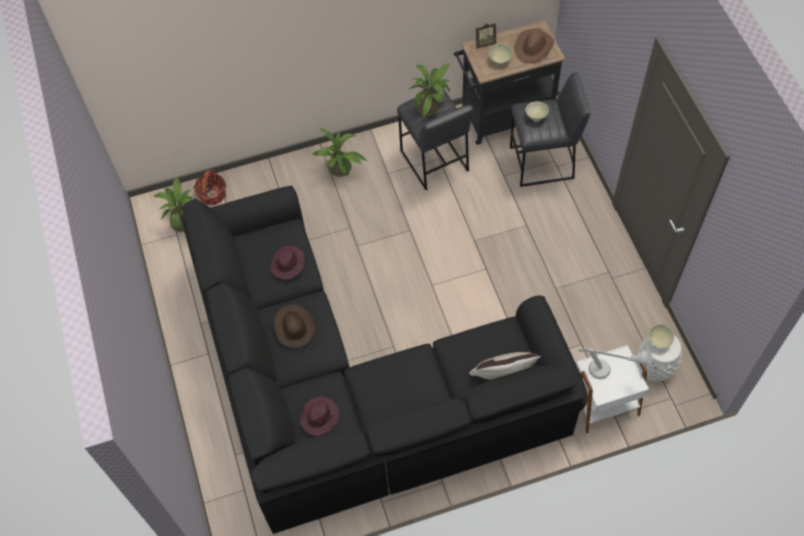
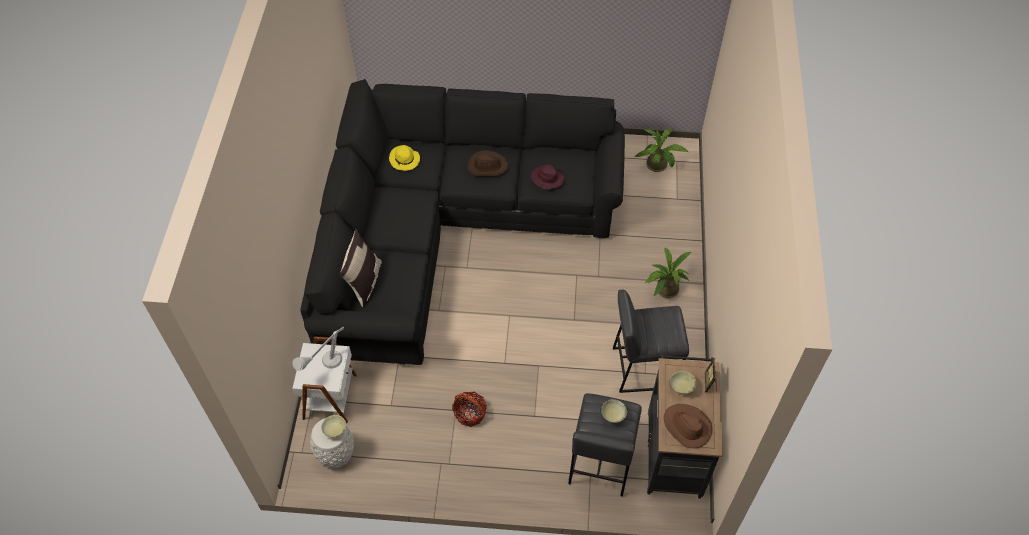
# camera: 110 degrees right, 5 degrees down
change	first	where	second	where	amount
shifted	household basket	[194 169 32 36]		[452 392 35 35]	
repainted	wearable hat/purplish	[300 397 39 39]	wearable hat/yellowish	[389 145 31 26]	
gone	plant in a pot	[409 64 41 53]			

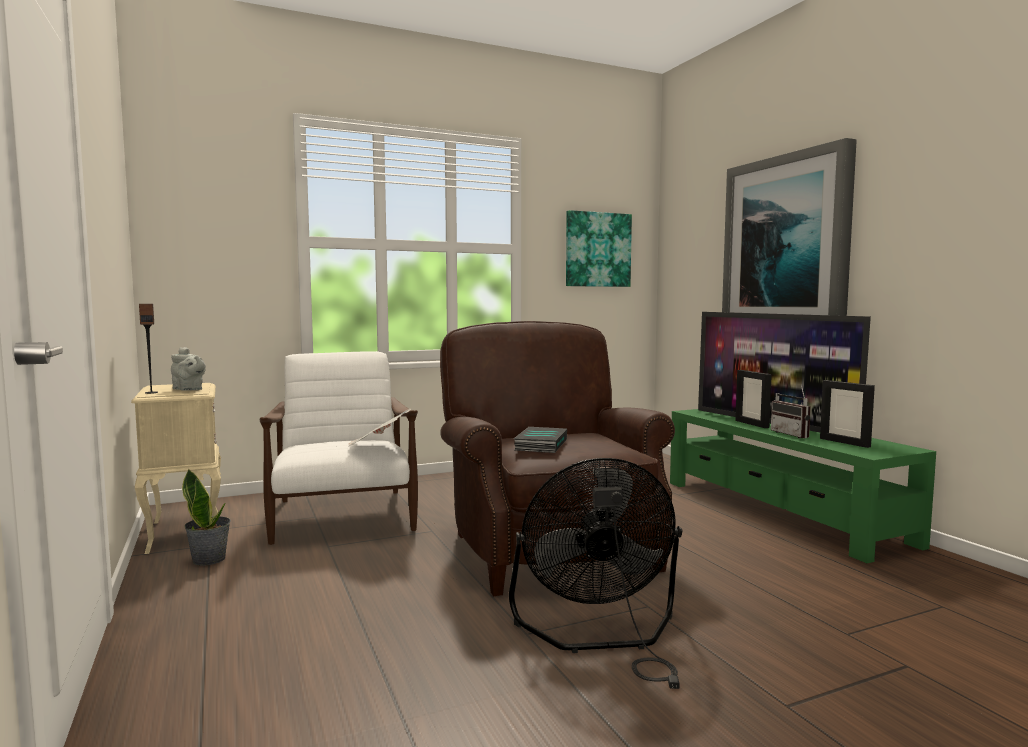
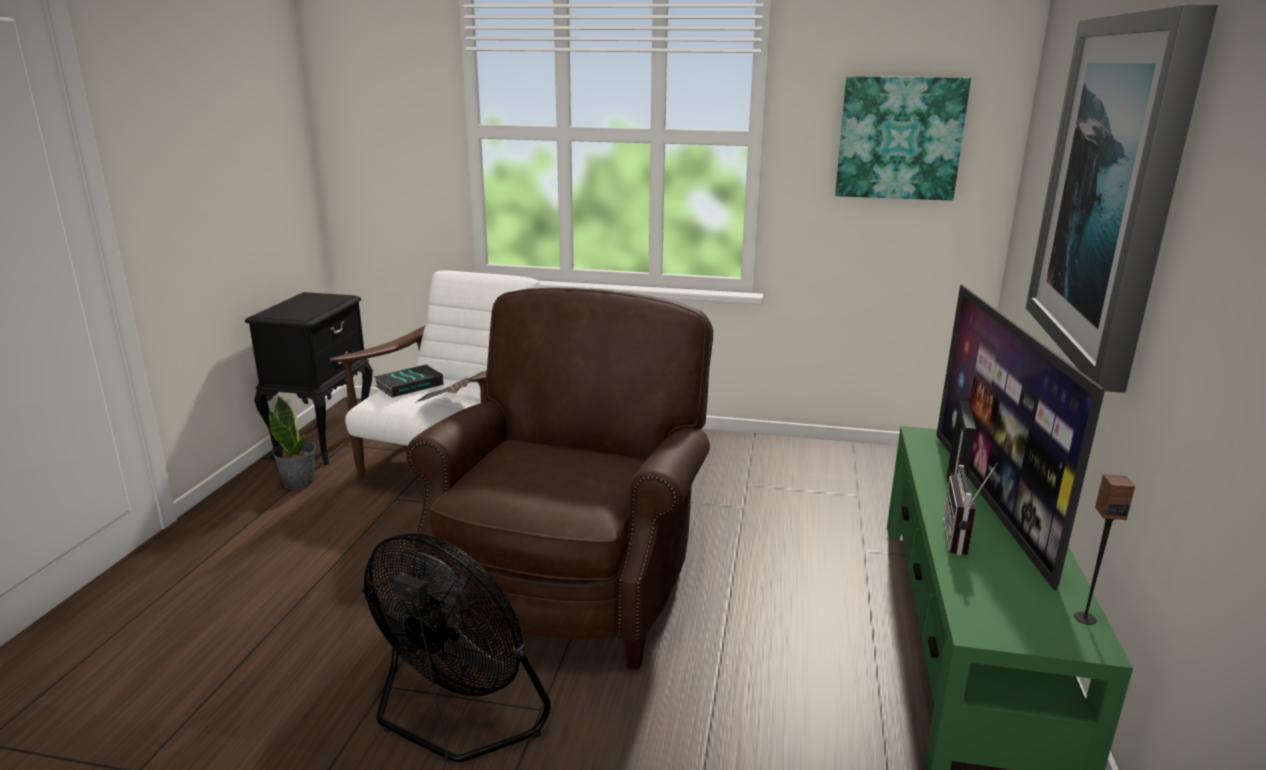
# camera: 35 degrees right, 15 degrees up
change	first	where	second	where	amount
repainted	bedside table/beige-coloured	[131 383 90 171]	bedside table/blackish	[245 292 128 173]	
shifted	loudspeaker	[139 304 19 90]		[1074 474 61 151]	
gone	teapot/grey	[171 347 35 44]			
shifted	volume	[514 427 53 26]		[374 364 69 33]	
gone	picture frame	[820 380 55 68]			

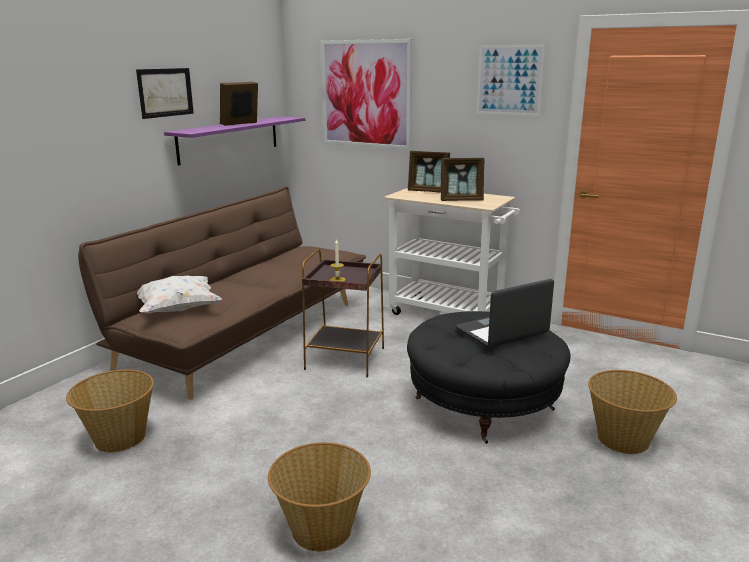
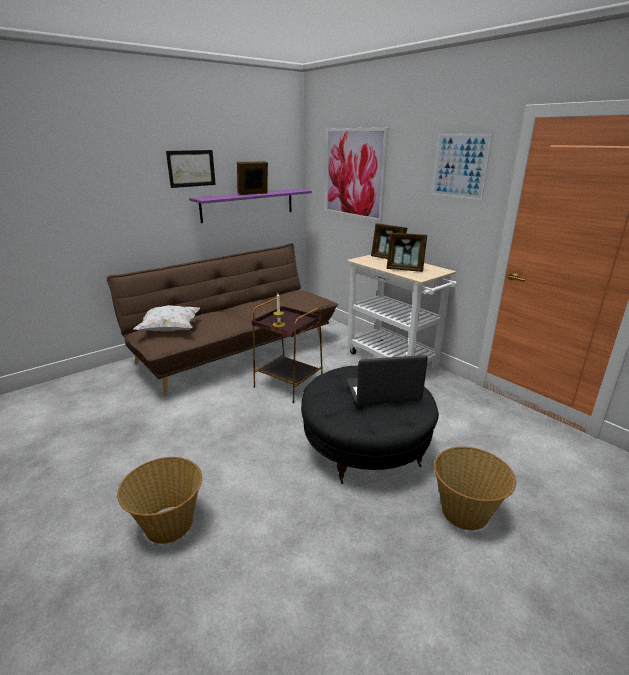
# camera: 20 degrees right, 5 degrees up
change	first	where	second	where	amount
gone	household basket	[66 370 88 82]			

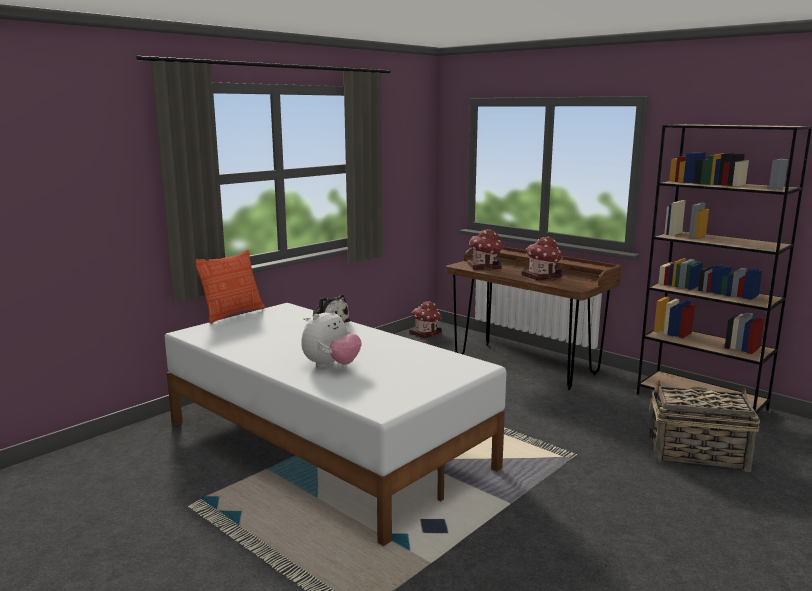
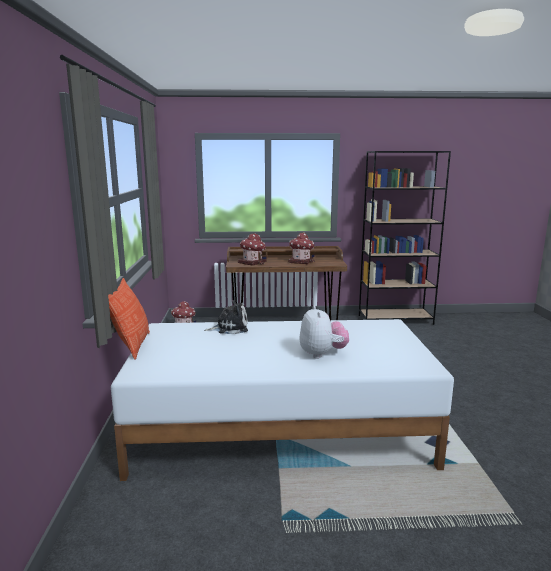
# camera: 45 degrees left, 0 degrees up
change	first	where	second	where	amount
gone	household basket	[649 380 111 92]			

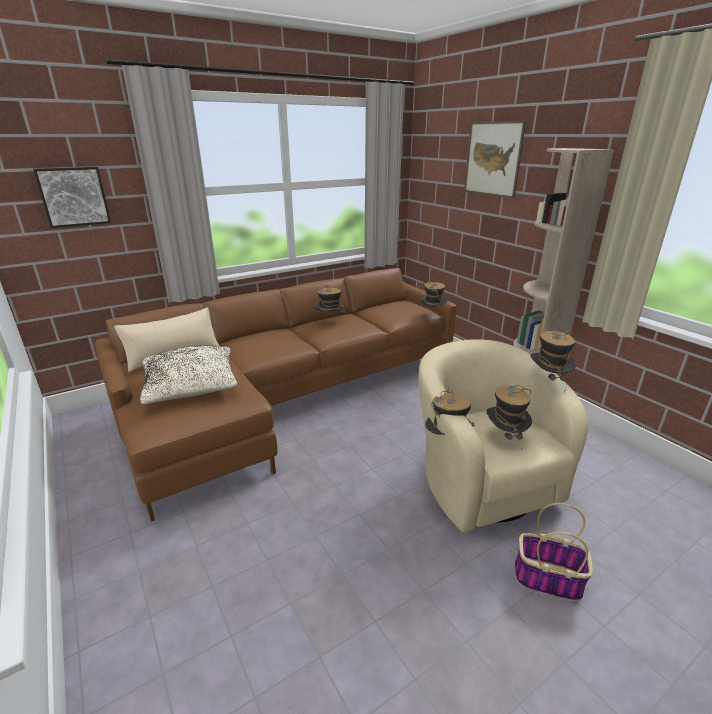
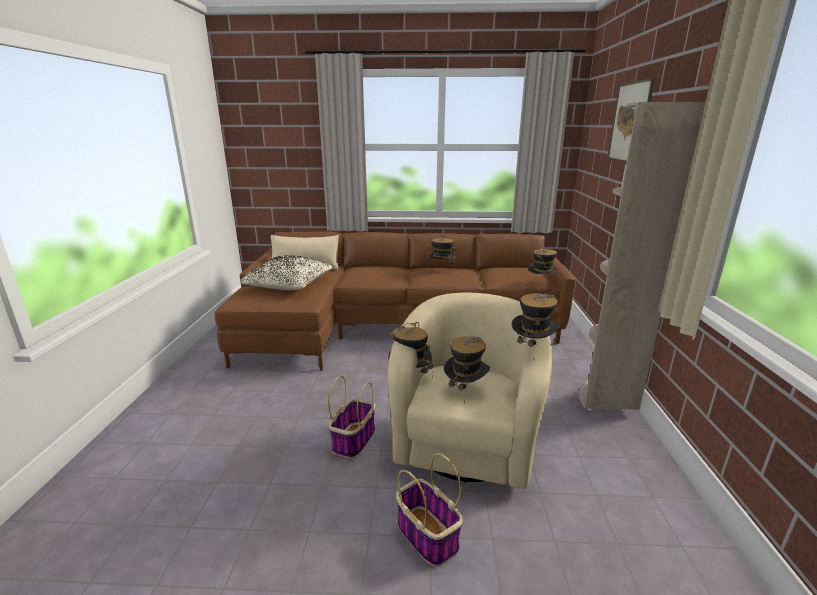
# camera: 35 degrees right, 5 degrees down
change	first	where	second	where	amount
gone	wall art	[34 167 77 61]			
new			household basket	[328 376 47 83]	

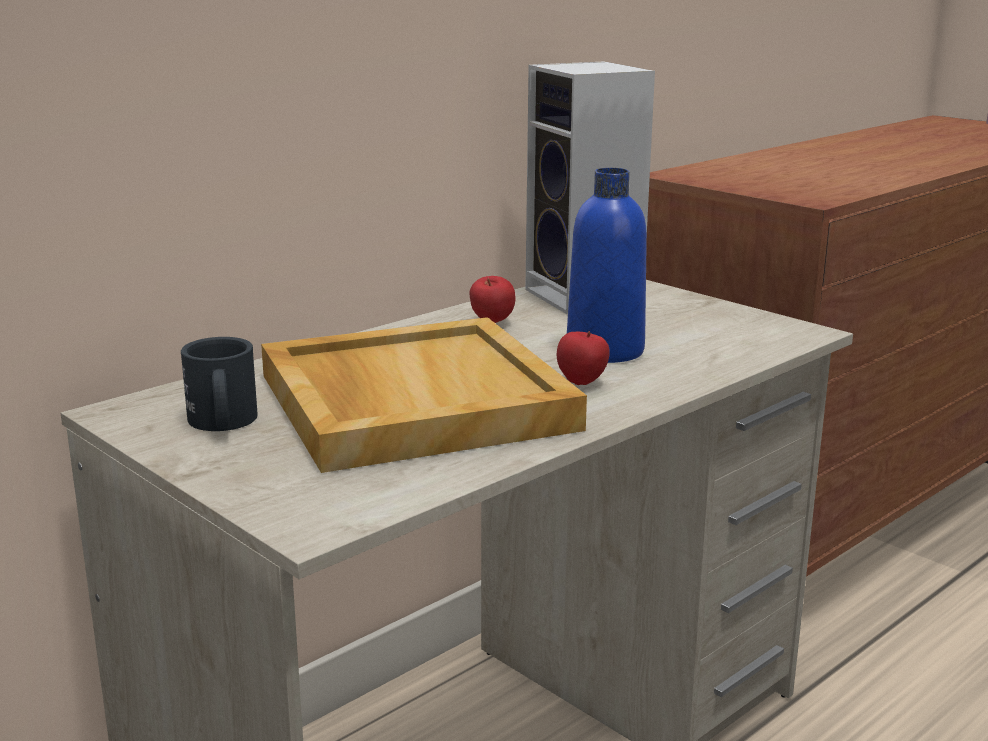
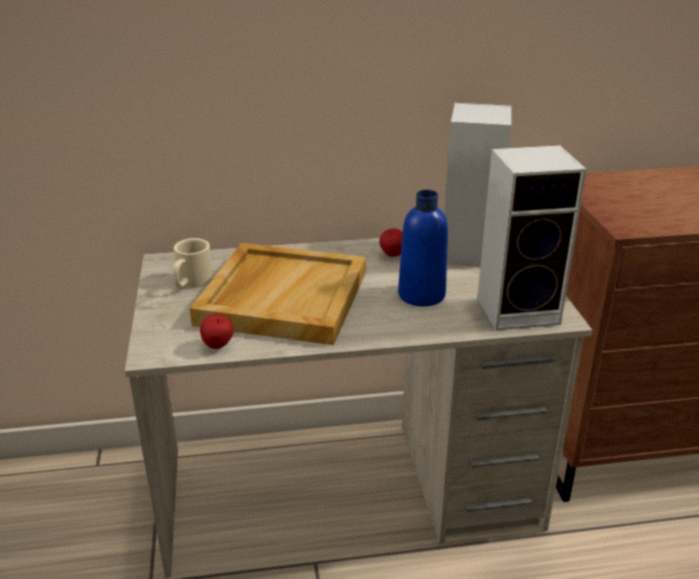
# camera: 35 degrees right, 10 degrees up
change	first	where	second	where	amount
repainted	mug/blackish	[181 337 77 94]	mug/beige-coloured	[173 238 40 50]	
shifted	apple	[557 331 53 54]		[200 315 34 34]	
new			loudspeaker	[477 145 110 186]	

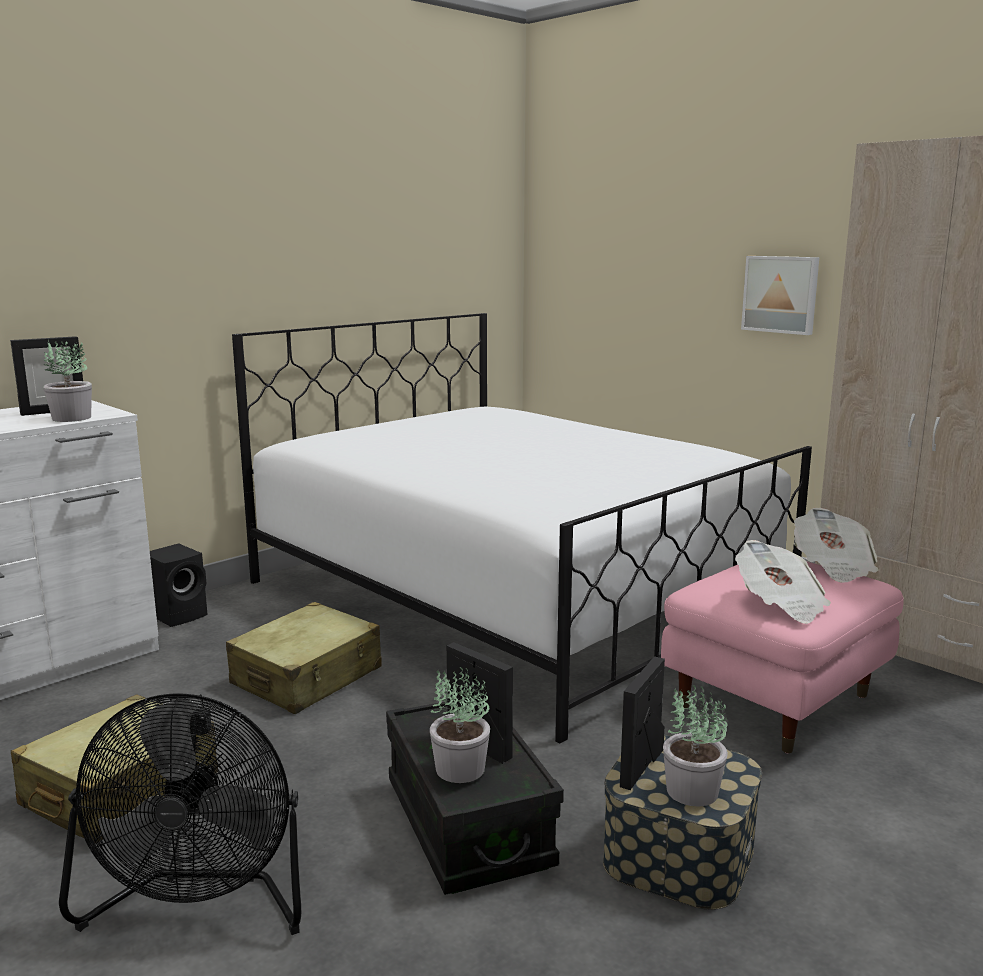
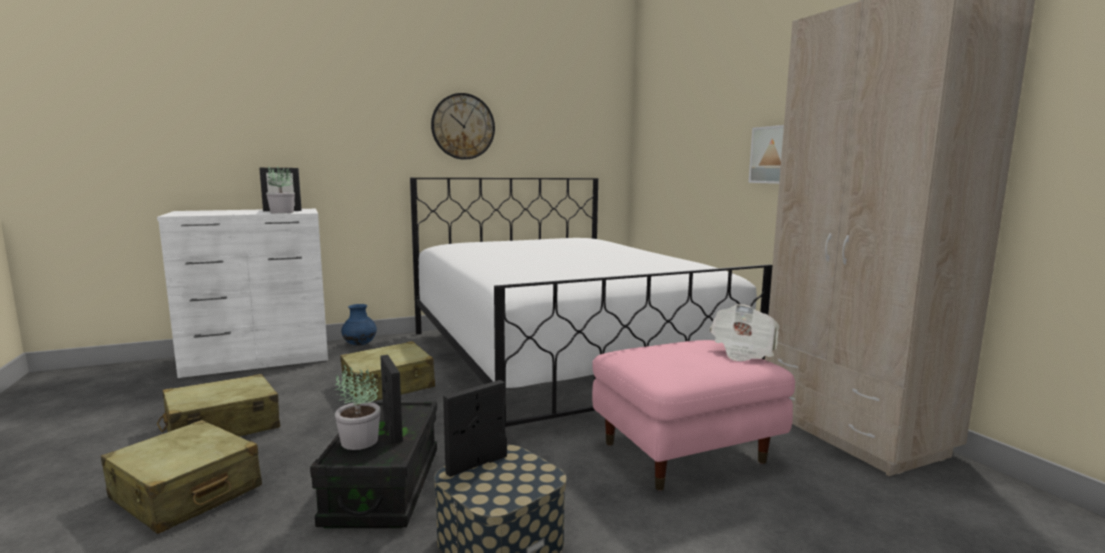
# camera: 20 degrees right, 5 degrees down
change	first	where	second	where	amount
swapped	fan/blackish	[59 693 242 242]	travel case/beige-coloured	[101 420 161 114]	
swapped	loudspeaker/blackish	[150 543 58 84]	vase/blue-coloured	[341 304 36 42]	
gone	plant in a pot	[663 685 65 122]			
gone	daily paper	[735 540 96 84]			
new			wall clock	[431 93 64 67]	

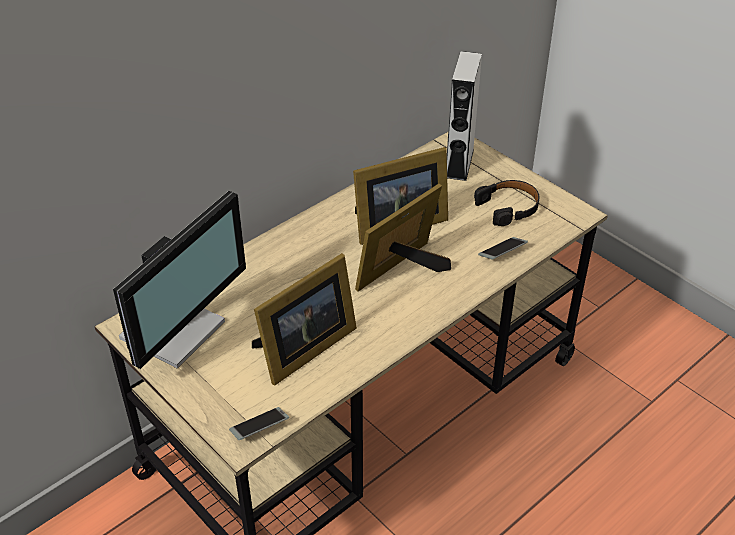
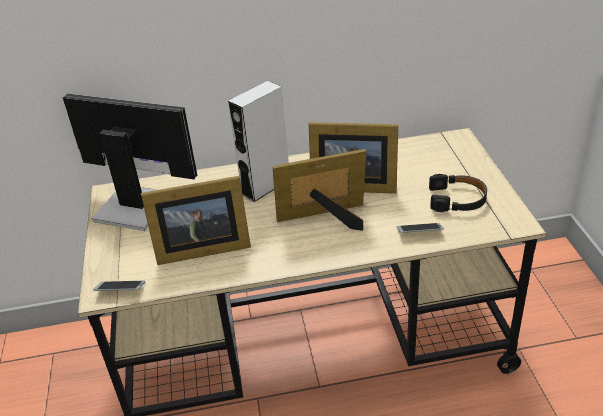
# camera: 35 degrees right, 5 degrees down
change	first	where	second	where	amount
rotated	computer display	[113 191 133 178]		[63 94 134 137]	135 degrees counterclockwise
shifted	loudspeaker/grey	[447 51 35 130]		[228 81 61 121]	

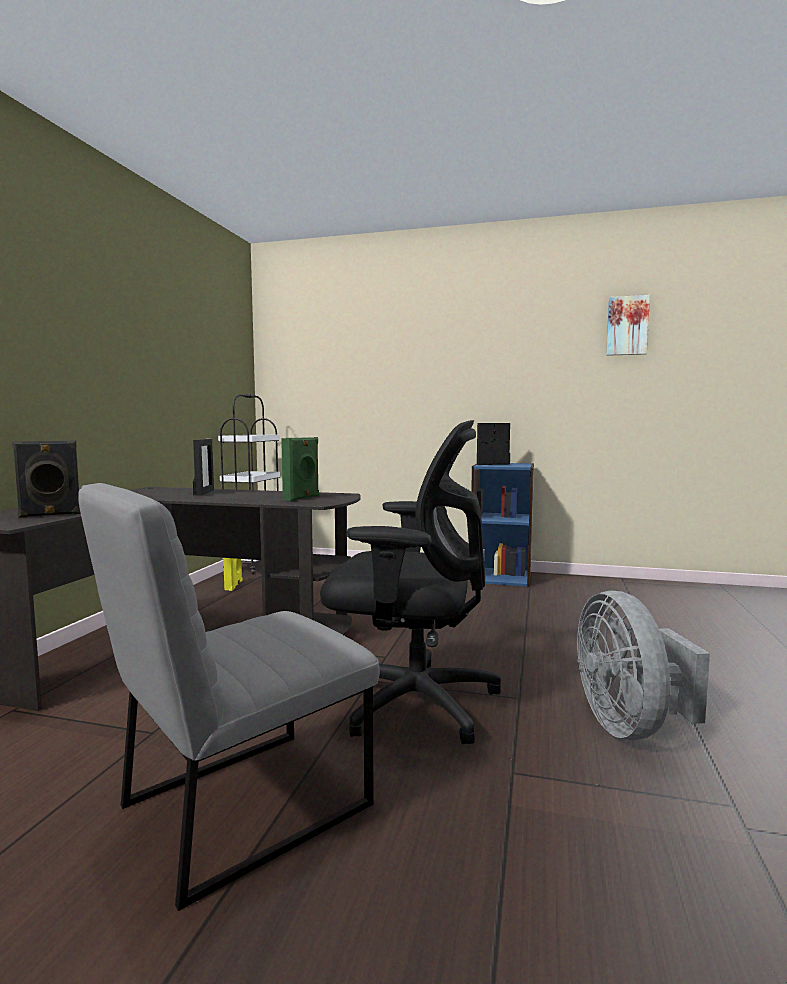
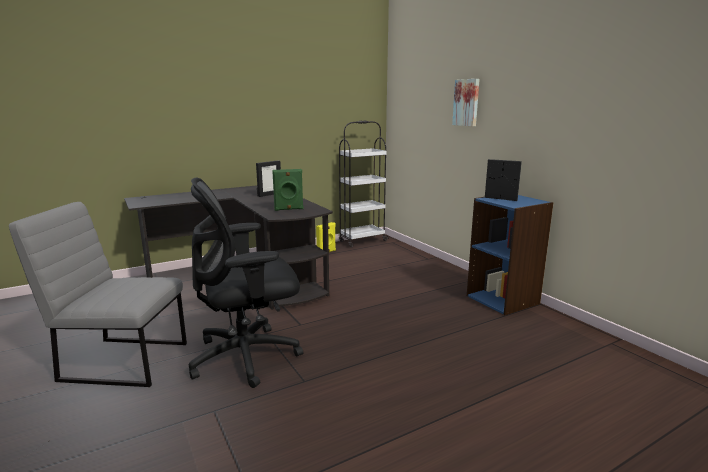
# camera: 45 degrees right, 10 degrees up
change	first	where	second	where	amount
gone	loudspeaker/blackish	[12 440 69 78]			
rotated	computer chair/blackish	[320 420 181 324]		[189 178 114 210]	105 degrees clockwise
gone	fan/grey	[577 591 133 149]			
shifted	wall art	[606 295 44 61]		[452 79 28 47]	

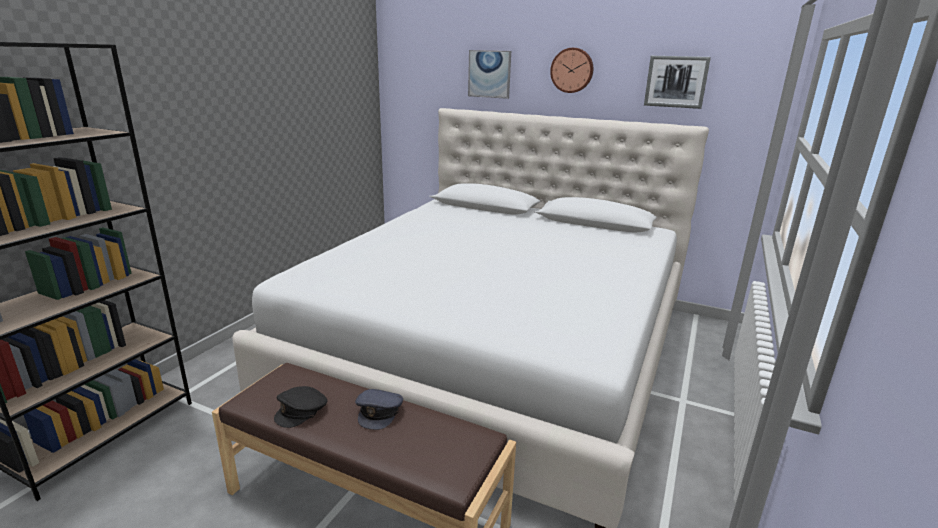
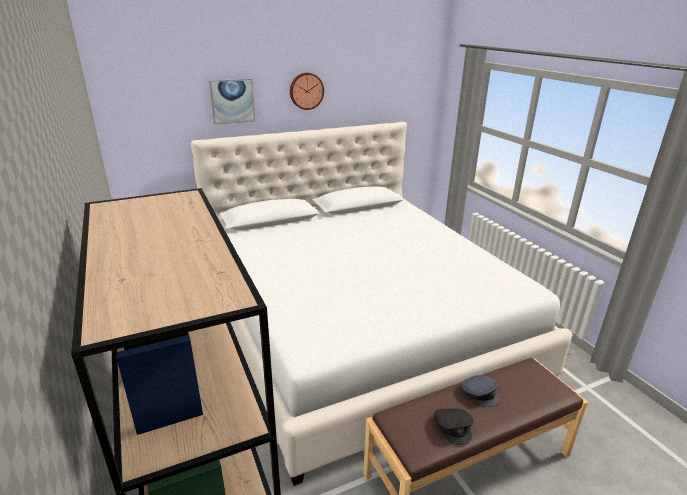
# camera: 50 degrees left, 5 degrees up
change	first	where	second	where	amount
gone	wall art	[644 56 67 53]			

